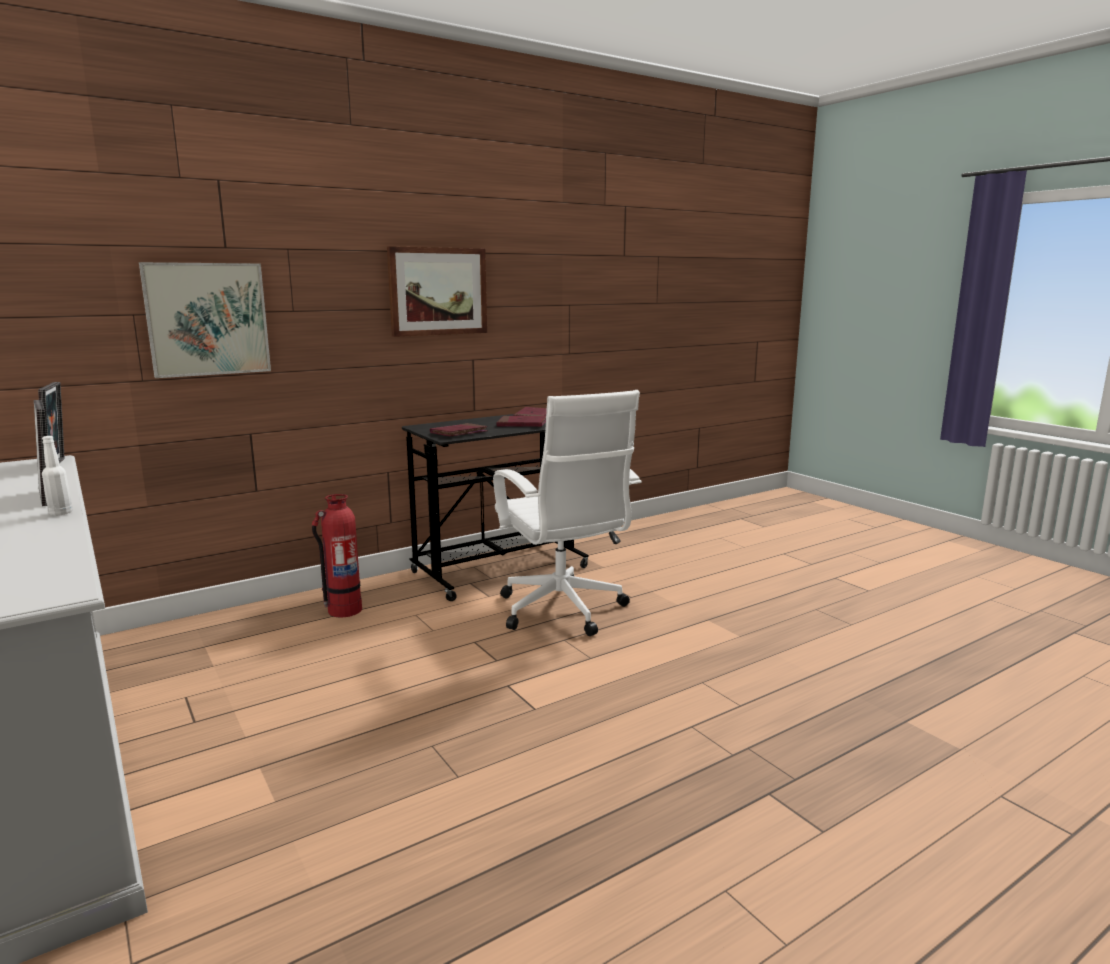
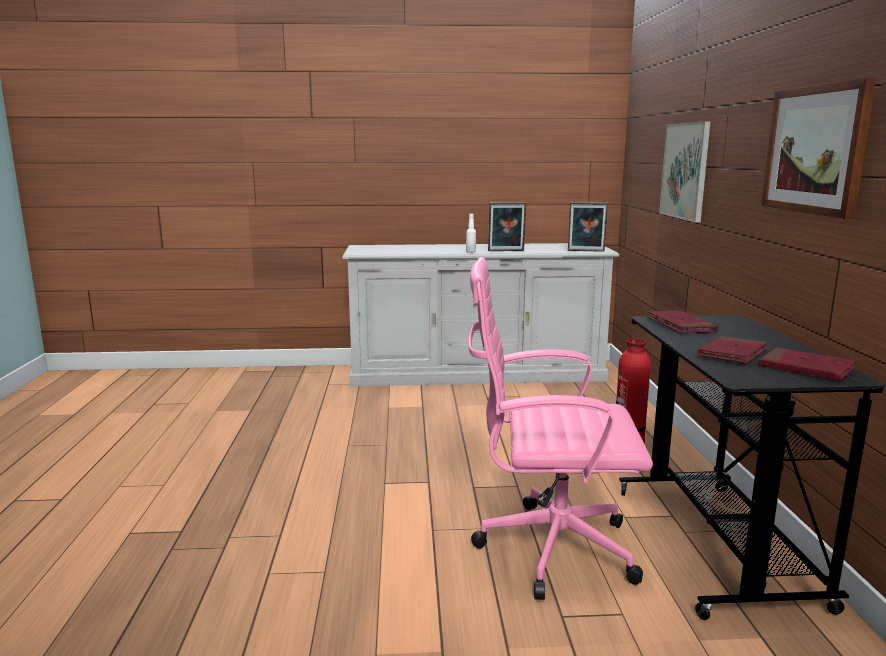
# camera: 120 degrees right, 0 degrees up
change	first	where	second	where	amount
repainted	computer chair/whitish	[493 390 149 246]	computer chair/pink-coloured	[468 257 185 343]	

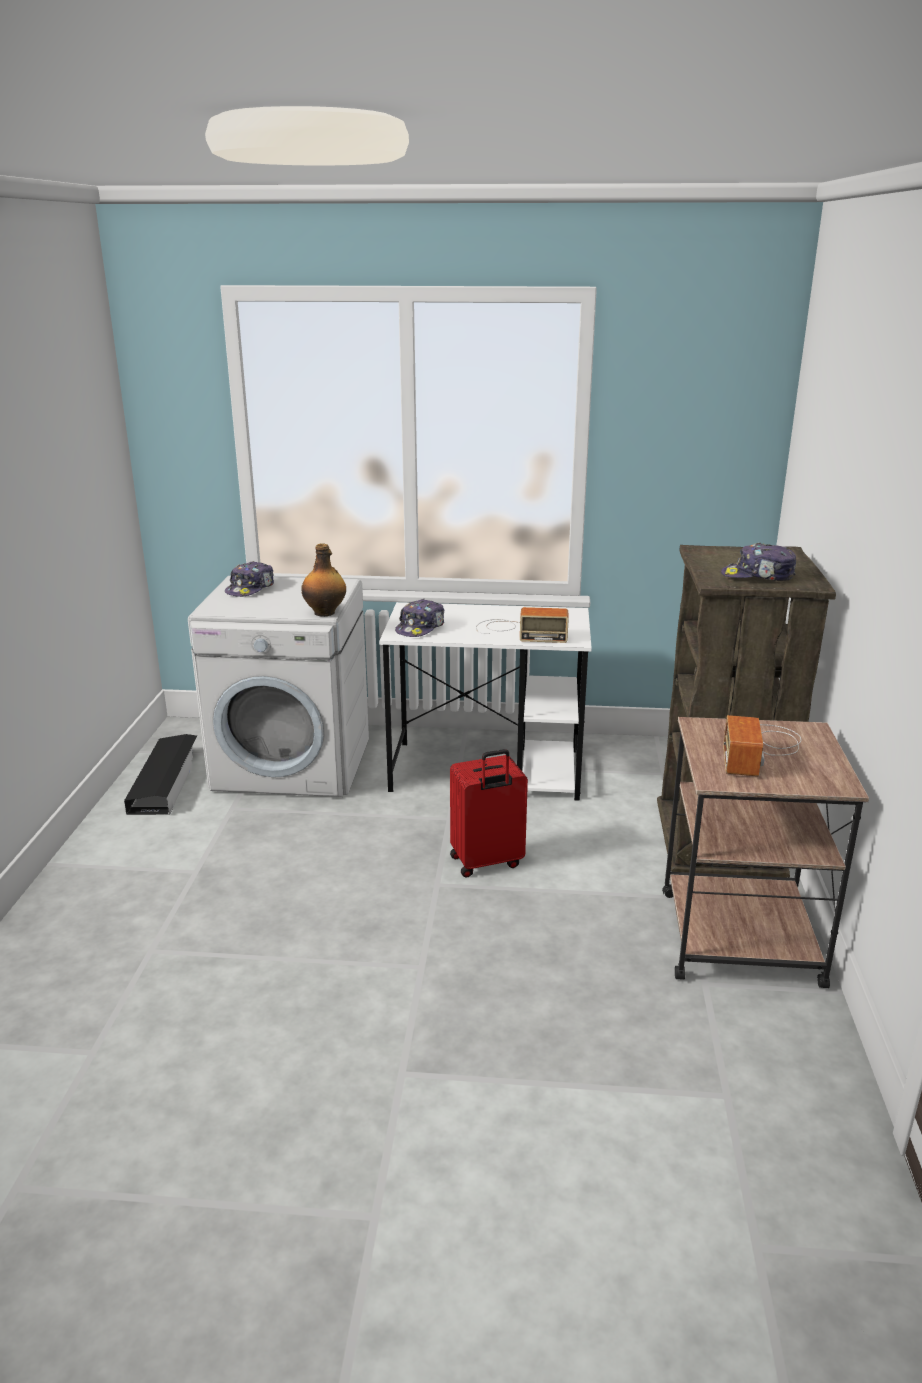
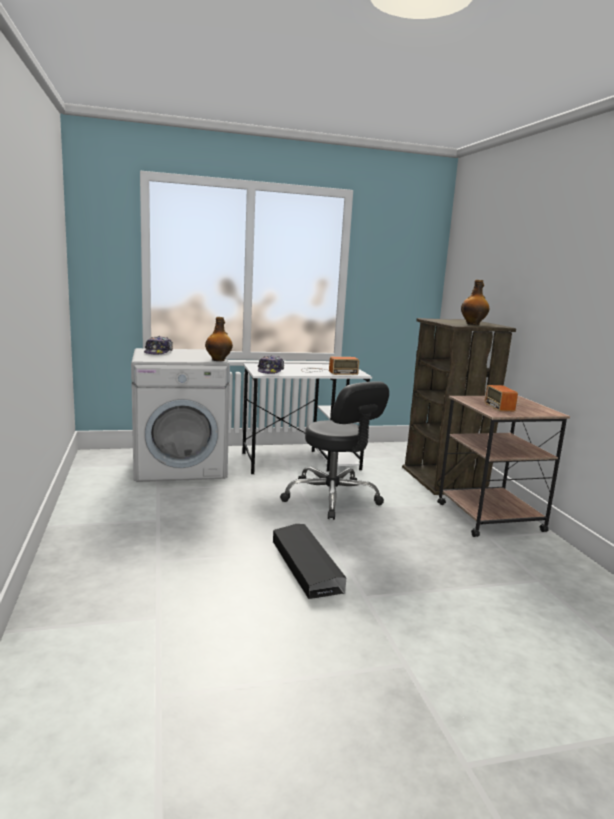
# camera: 20 degrees left, 10 degrees down
change	first	where	second	where	amount
shifted	storage box/blackish	[124 734 73 81]		[273 524 73 75]	
swapped	travel case/red-coloured	[450 749 78 129]	computer chair/blackish	[280 381 109 139]	
swapped	cap	[721 543 75 38]	beverage bottle	[461 280 28 45]	

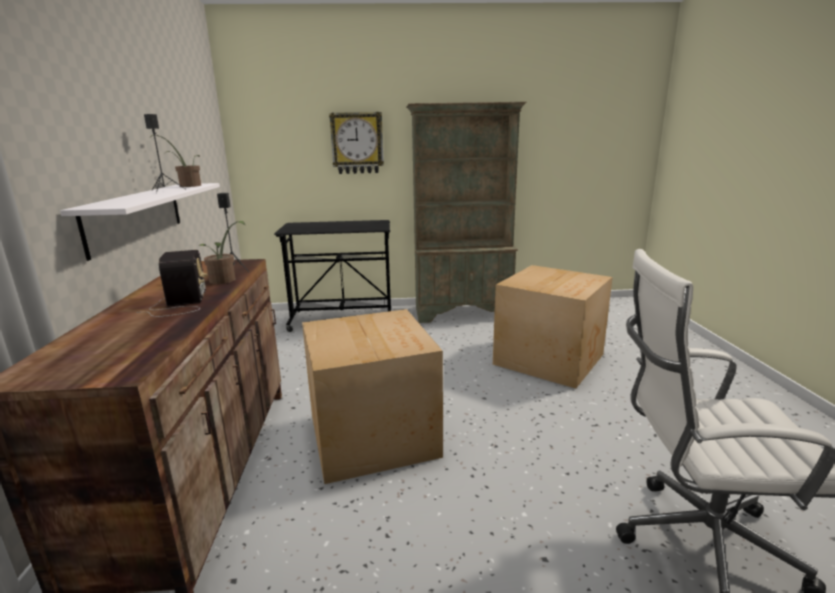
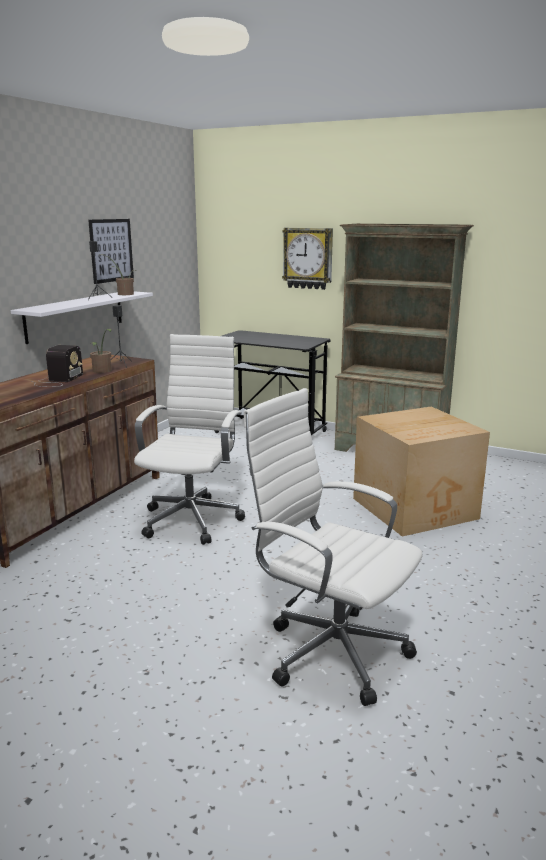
# camera: 30 degrees right, 0 degrees up
change	first	where	second	where	amount
swapped	carton	[302 309 141 175]	computer chair/whitish	[134 334 111 211]	
new			wall art	[88 219 46 65]	

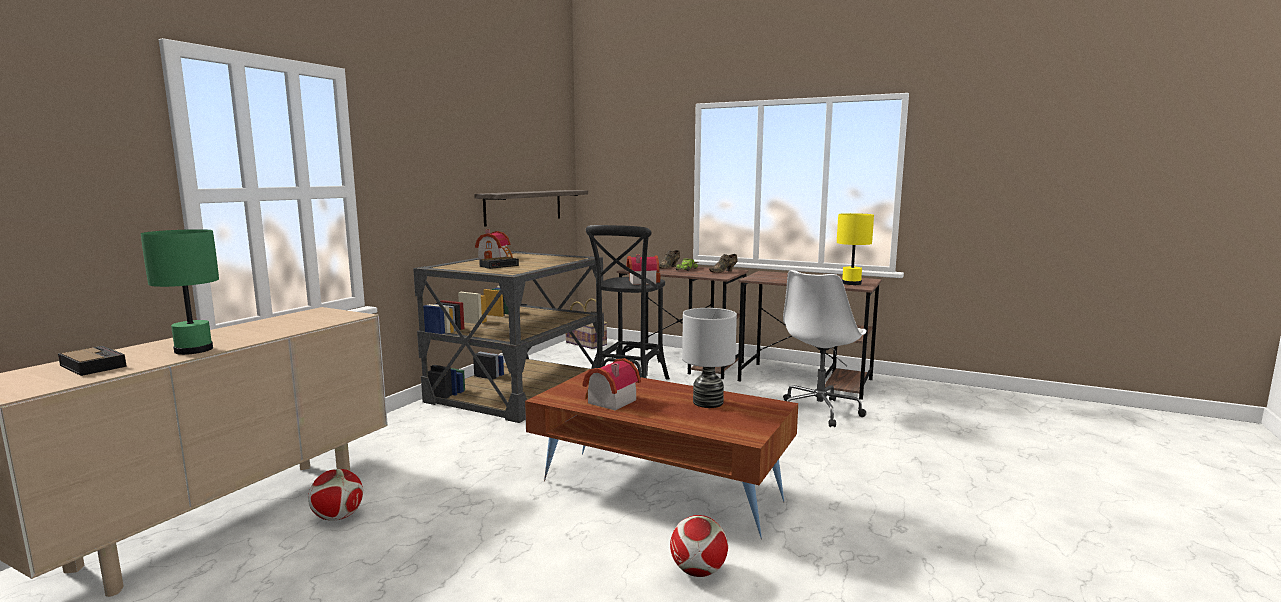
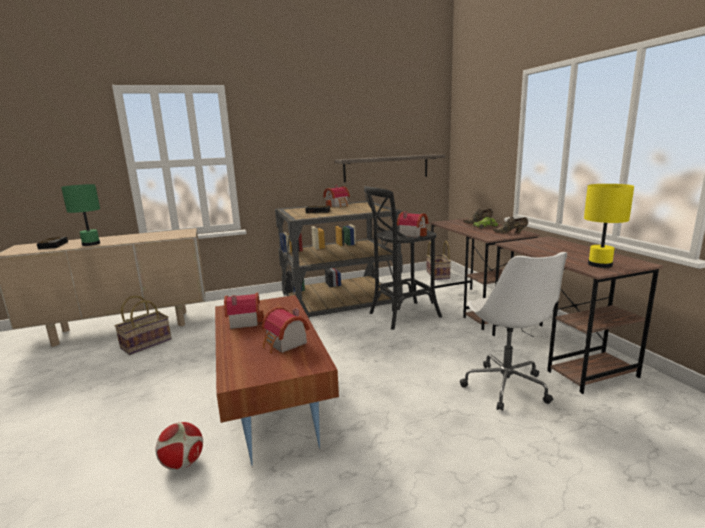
# camera: 45 degrees right, 5 degrees up
change	first	where	second	where	amount
swapped	football	[308 469 55 51]	household basket	[115 295 57 60]	
swapped	lamp for a table/grey	[682 308 55 100]	model house	[262 307 48 46]	
rotated	computer chair/whitish	[783 270 84 157]		[460 252 107 159]	90 degrees counterclockwise

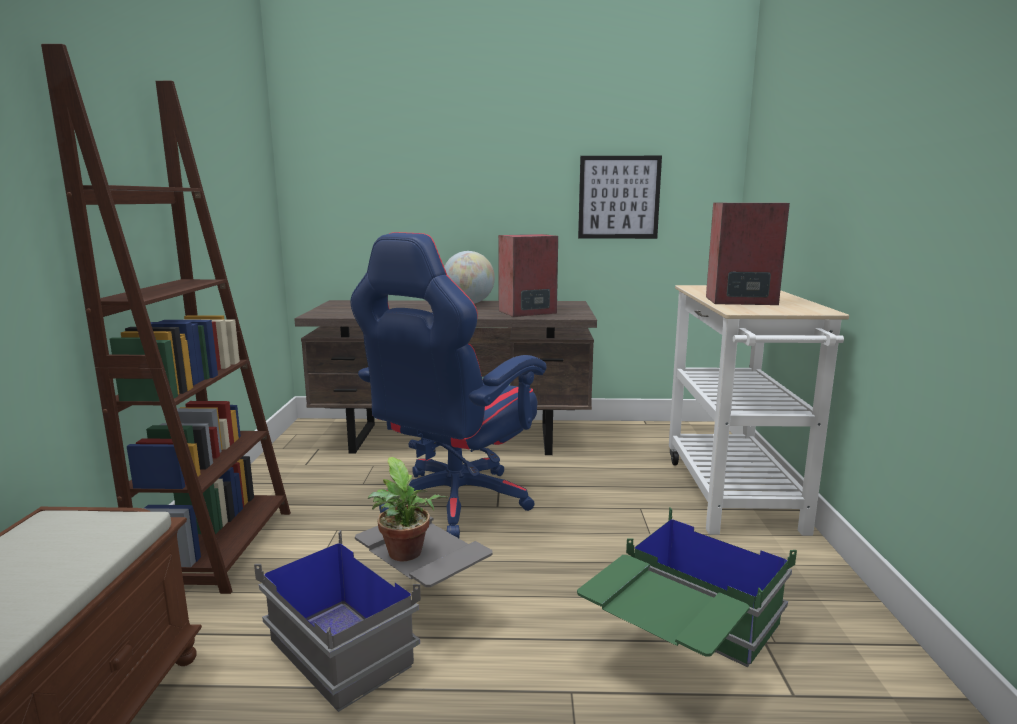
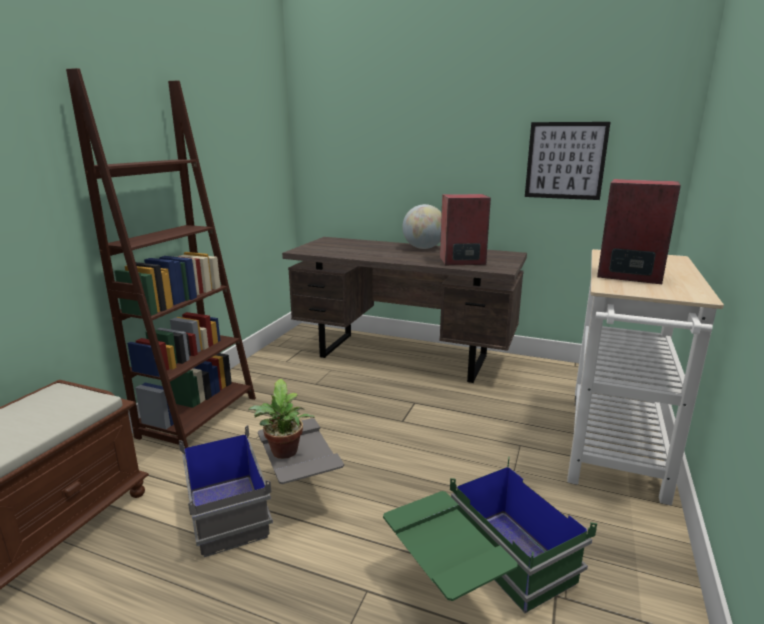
# camera: 20 degrees right, 5 degrees up
change	first	where	second	where	amount
gone	computer chair/blue-coloured	[351 232 195 306]			

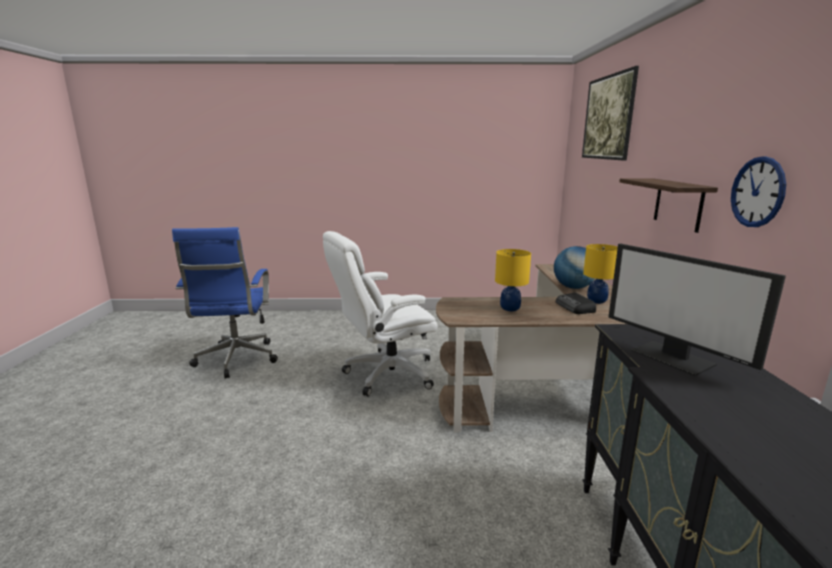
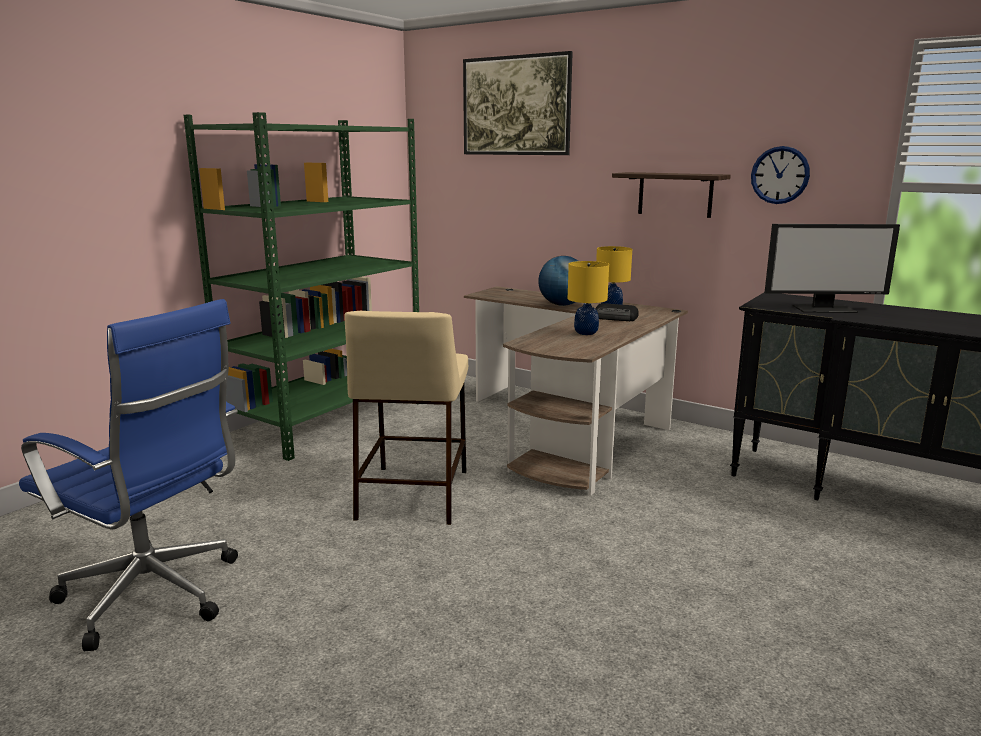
# camera: 55 degrees left, 0 degrees up
change	first	where	second	where	amount
swapped	computer chair/whitish	[323 231 115 165]	sitting stool/beige-coloured	[344 311 124 214]	
new			bookcase/green-coloured	[184 112 235 349]	

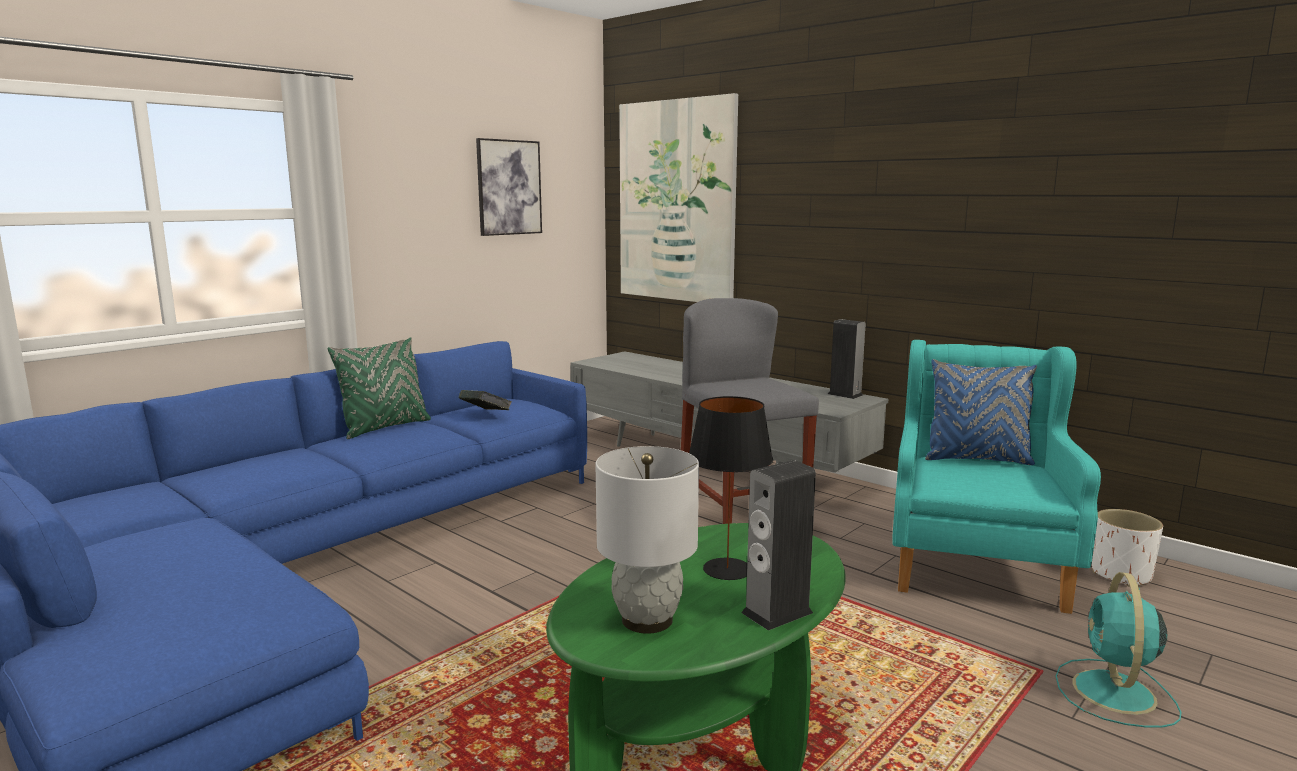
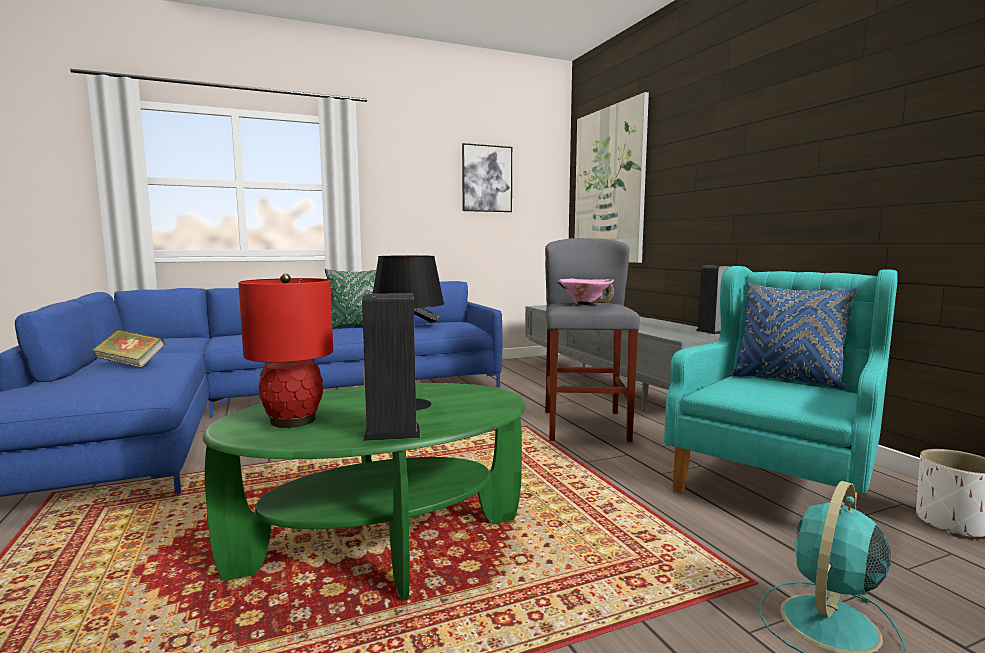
# camera: 25 degrees right, 5 degrees down
change	first	where	second	where	amount
repainted	lamp for a table/whitish	[596 446 103 188]	lamp for a table/red-coloured	[238 273 95 155]	
new			volume	[92 329 73 39]	
new			deep dish/pink-coloured	[557 278 57 27]	

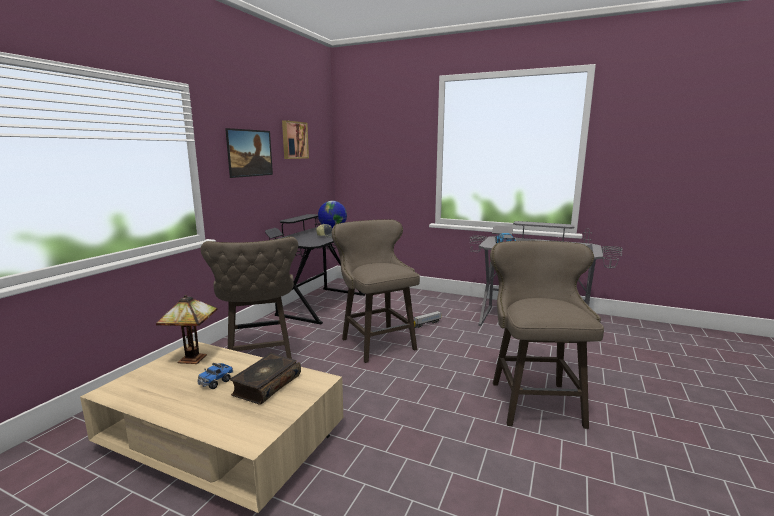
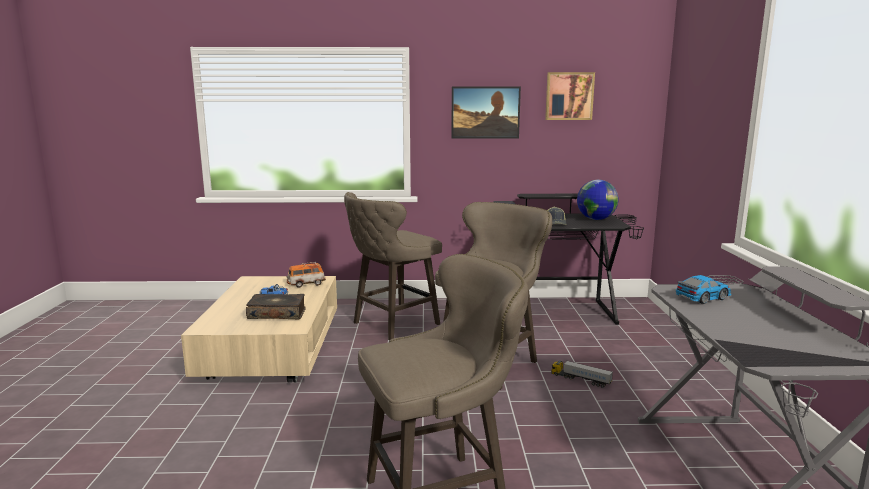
# camera: 65 degrees right, 0 degrees up
change	first	where	second	where	amount
swapped	lamp for a table	[156 295 62 69]	model car	[287 262 39 26]	

